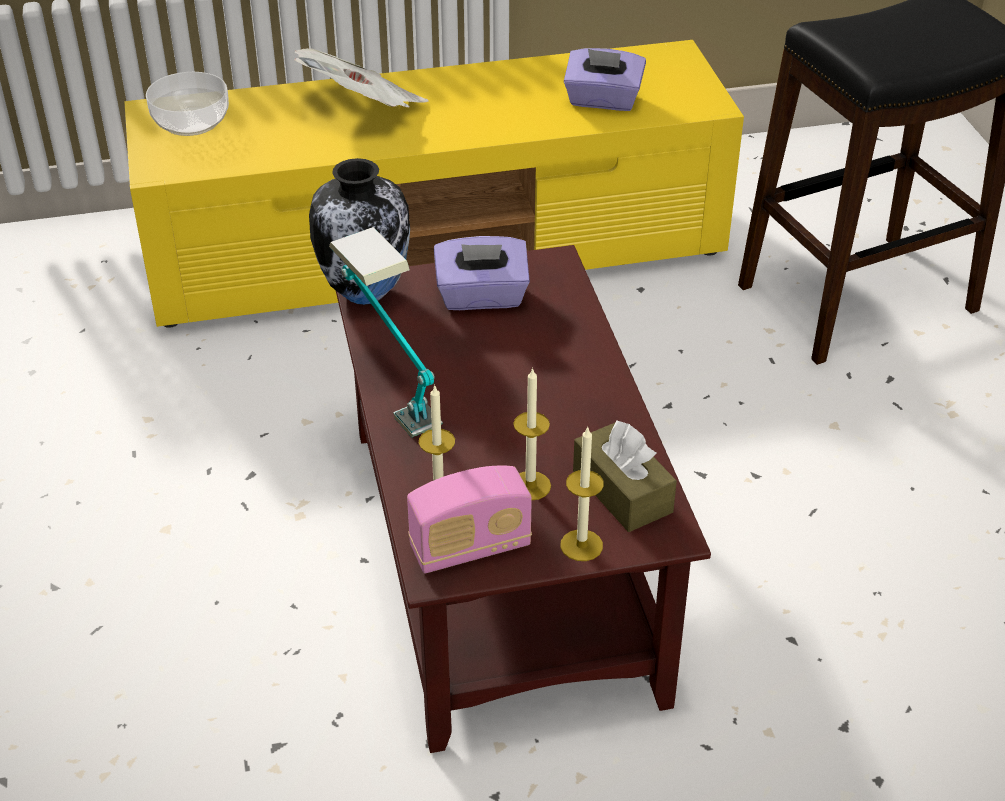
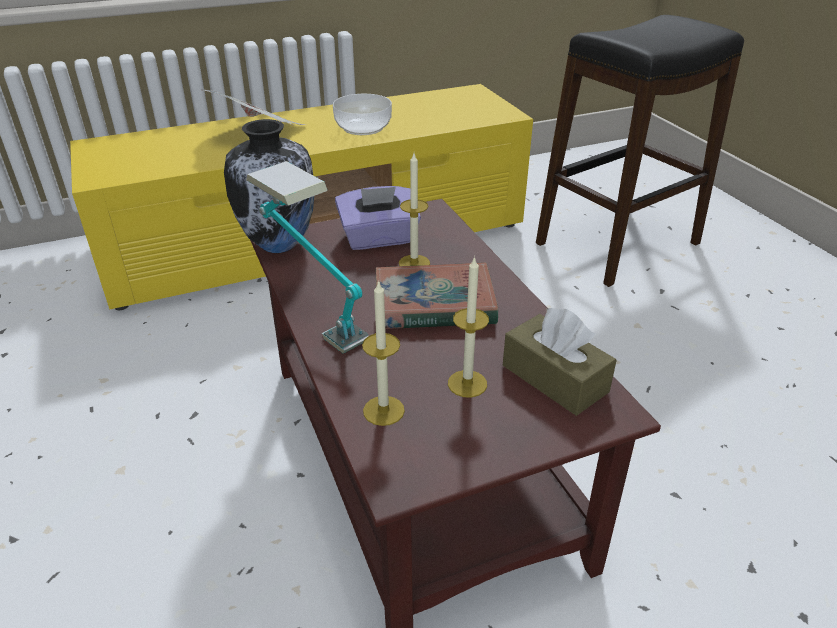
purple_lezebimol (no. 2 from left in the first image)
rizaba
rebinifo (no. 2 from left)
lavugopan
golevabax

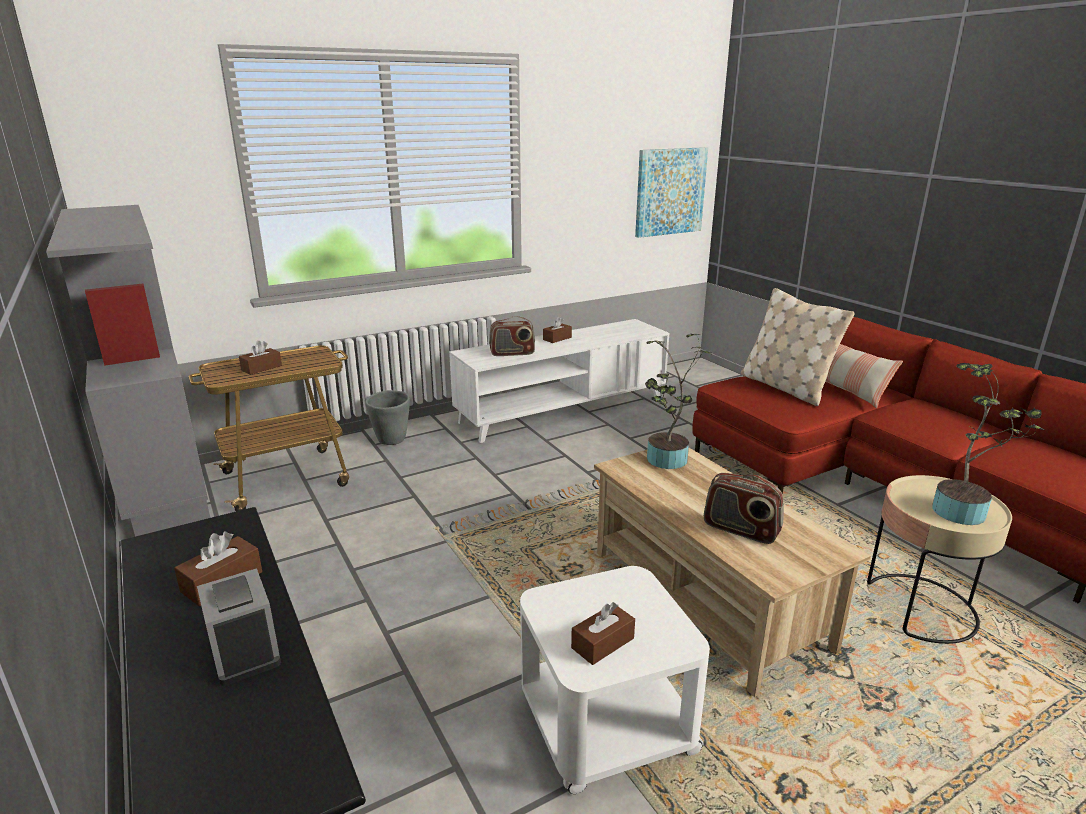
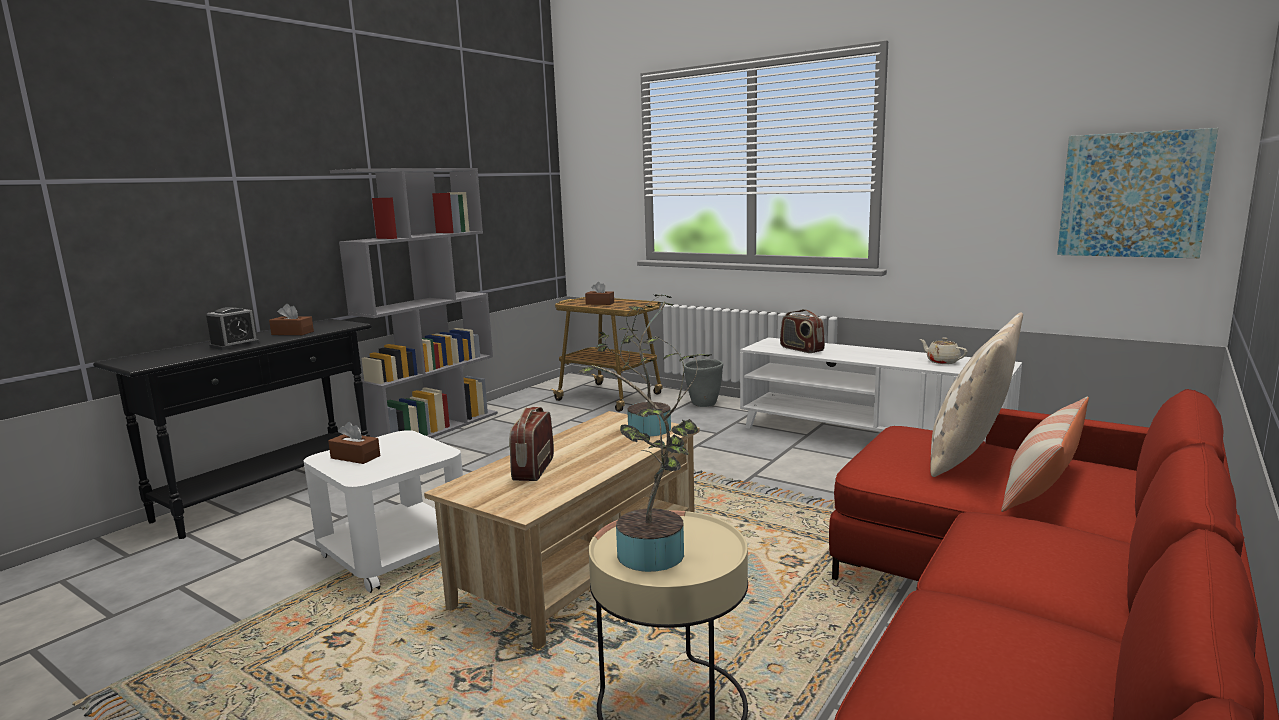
brown_lezebimol (no. 3 from left in the first image)
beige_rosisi

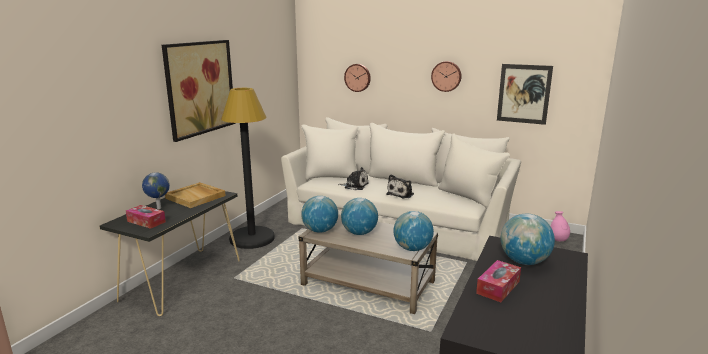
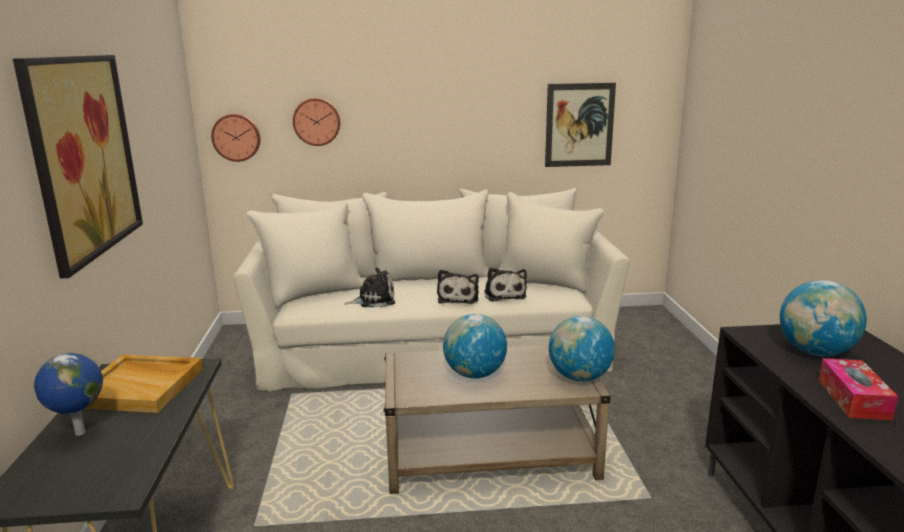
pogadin (no. 1 from left)
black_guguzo
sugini (no. 2 from left in the first image)
lezebimol (no. 1 from left in the first image)
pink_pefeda
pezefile (no. 3 from left)

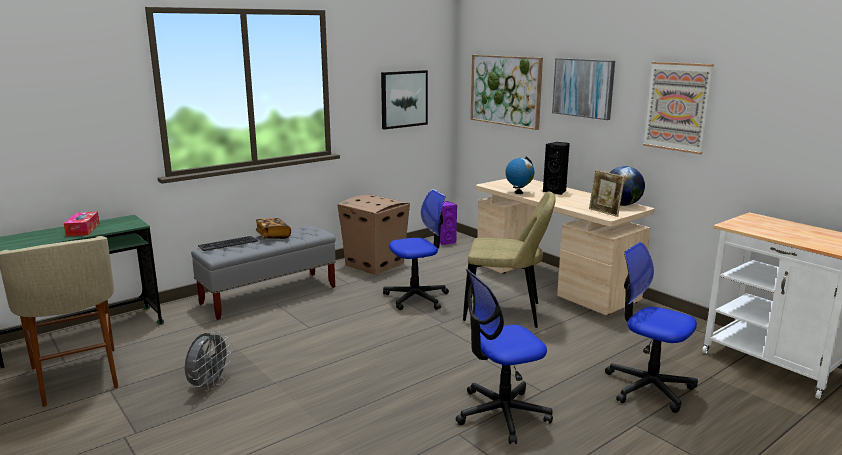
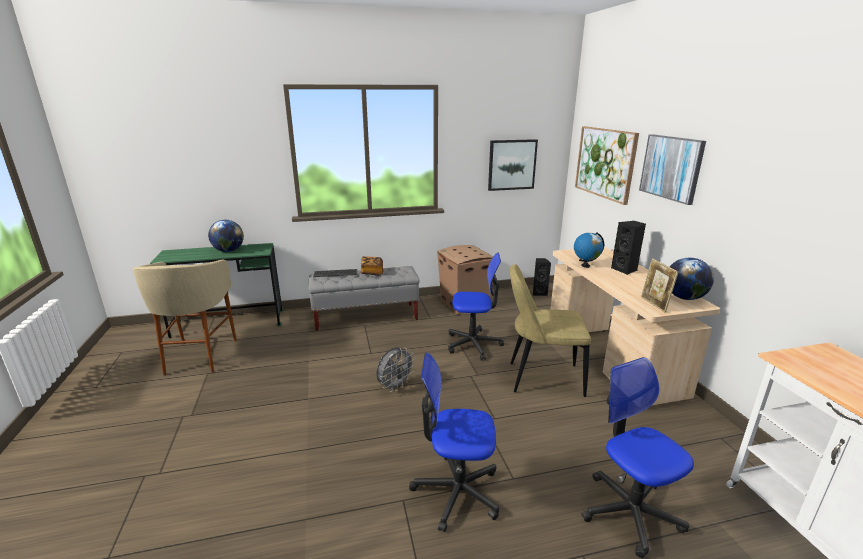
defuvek (no. 4 from left in the first image)
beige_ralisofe
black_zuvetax (no. 1 from left)
sugini (no. 1 from left)
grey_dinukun

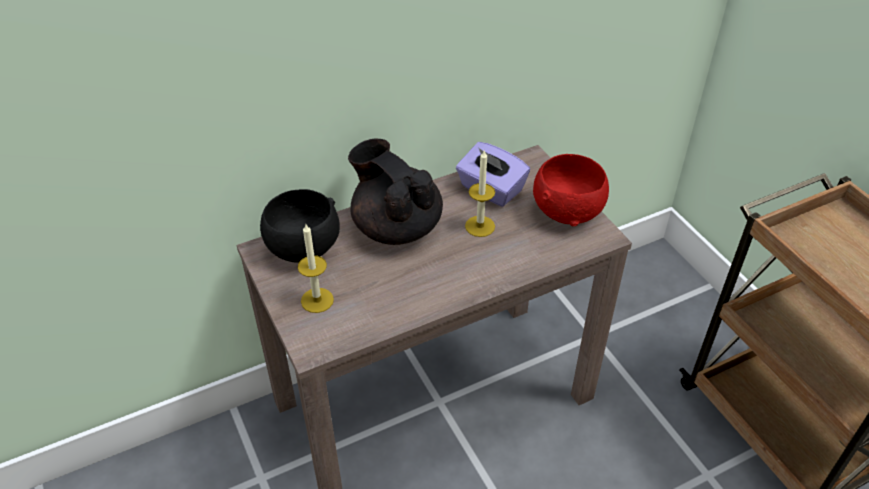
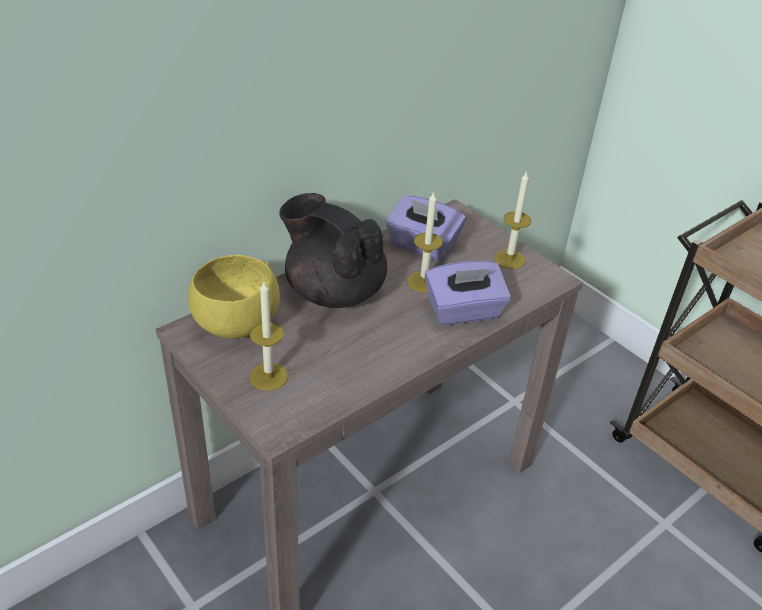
rebinifo (no. 3 from left)
yellow_rizaba
purple_lezebimol (no. 2 from left)

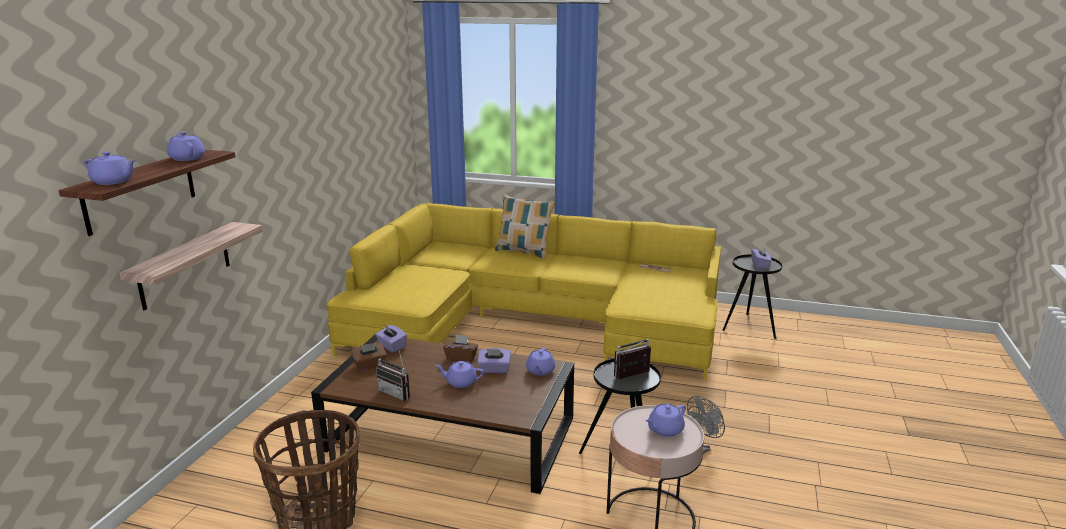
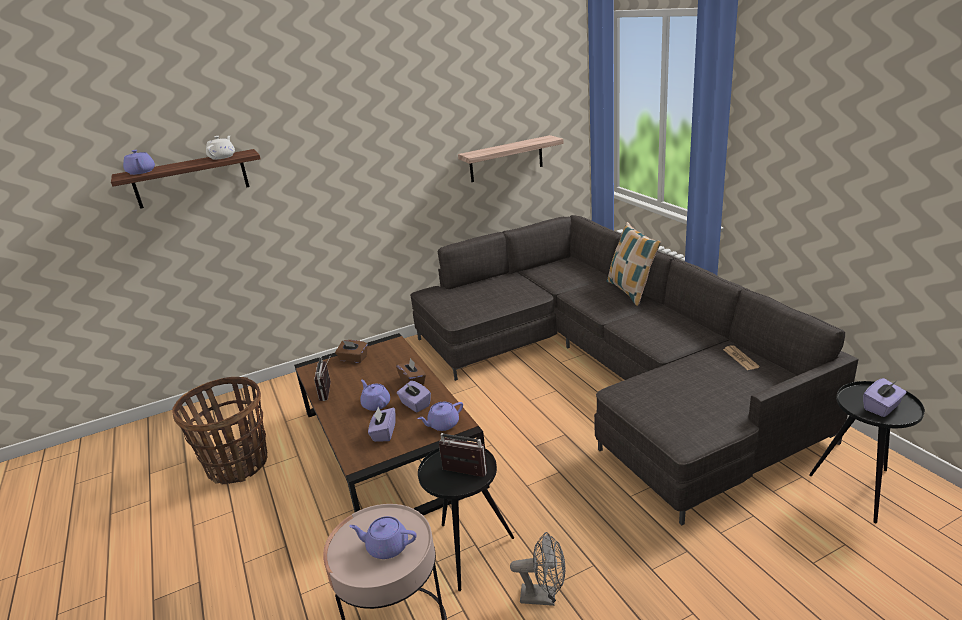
white_rosisi
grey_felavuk
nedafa (no. 2 from left)
purple_lezebimol (no. 1 from left)

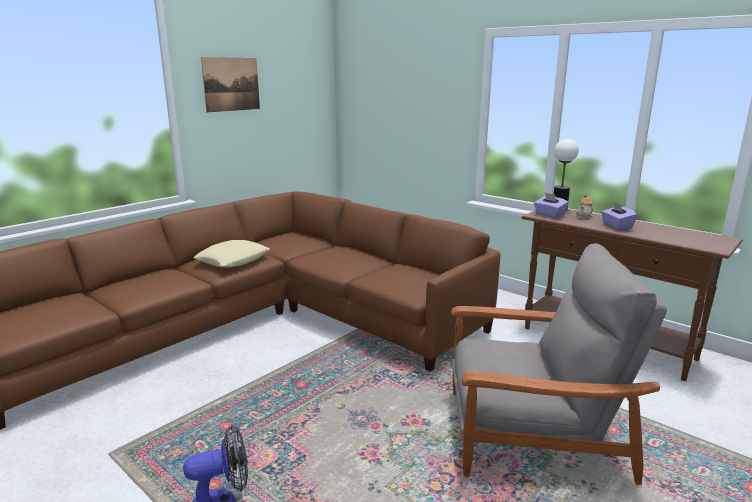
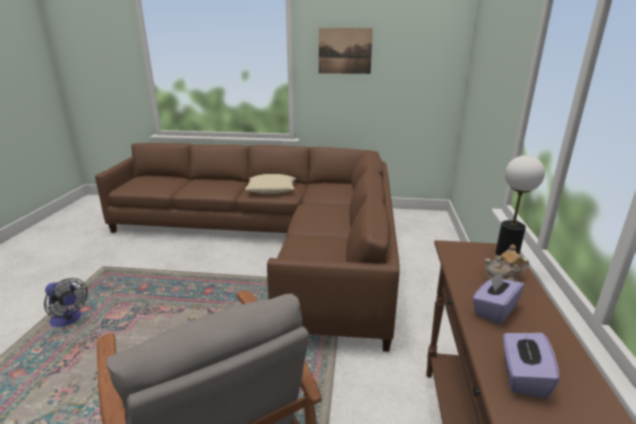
purple_lezebimol (no. 2 from left)

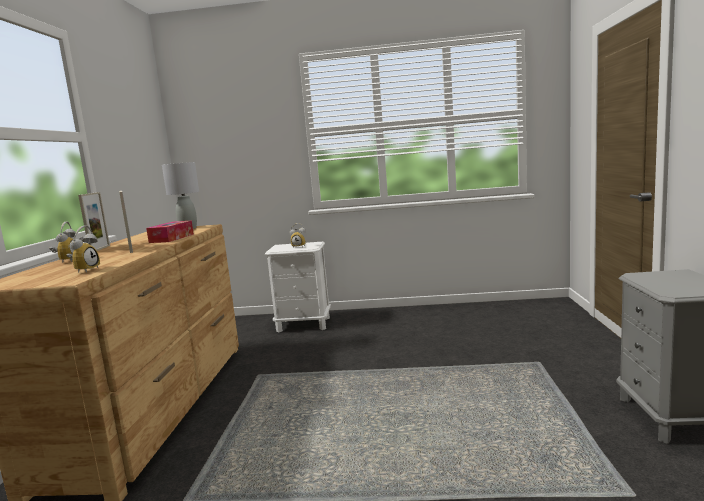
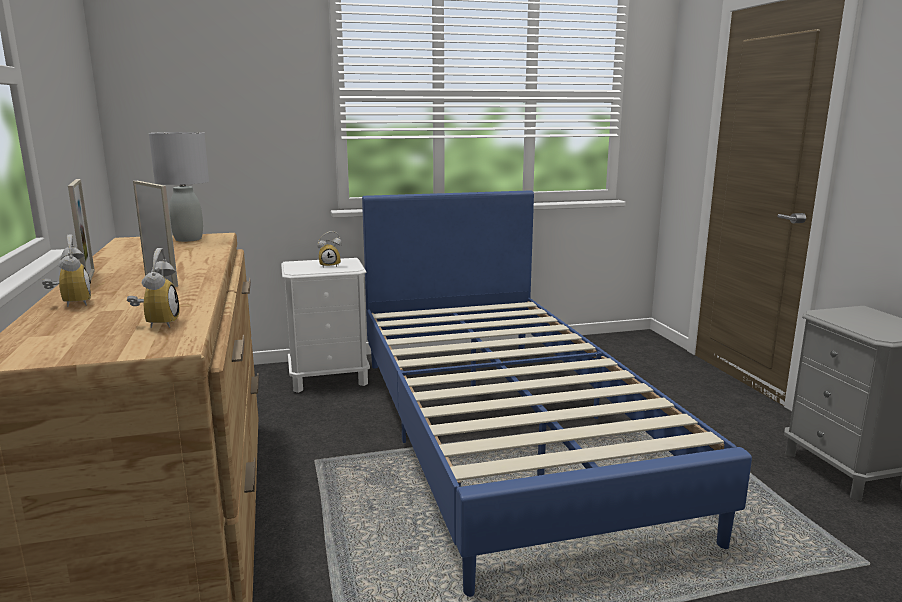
lezebimol
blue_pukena

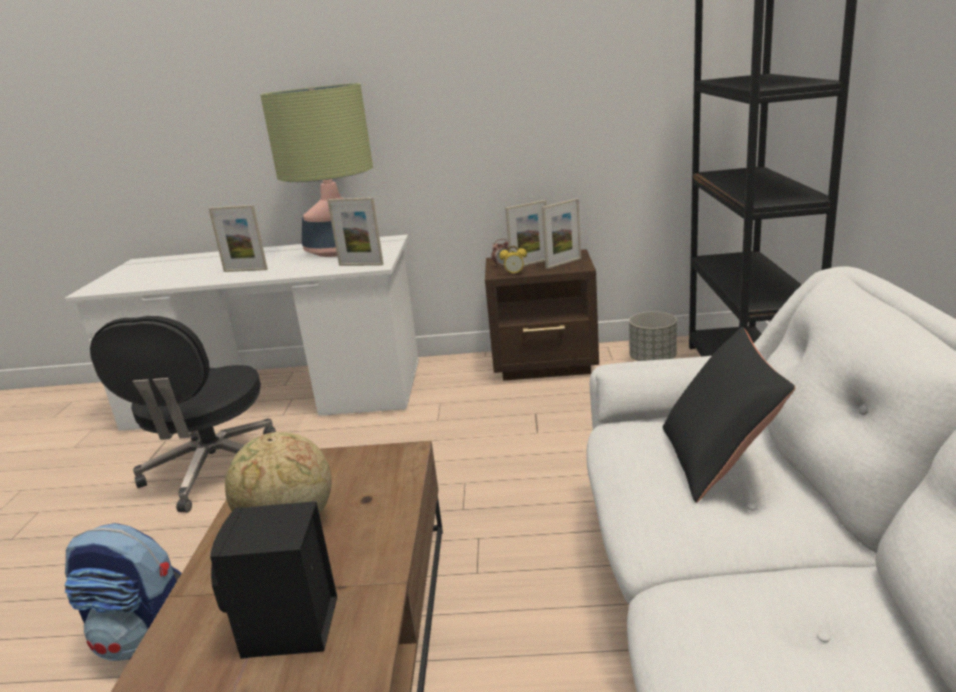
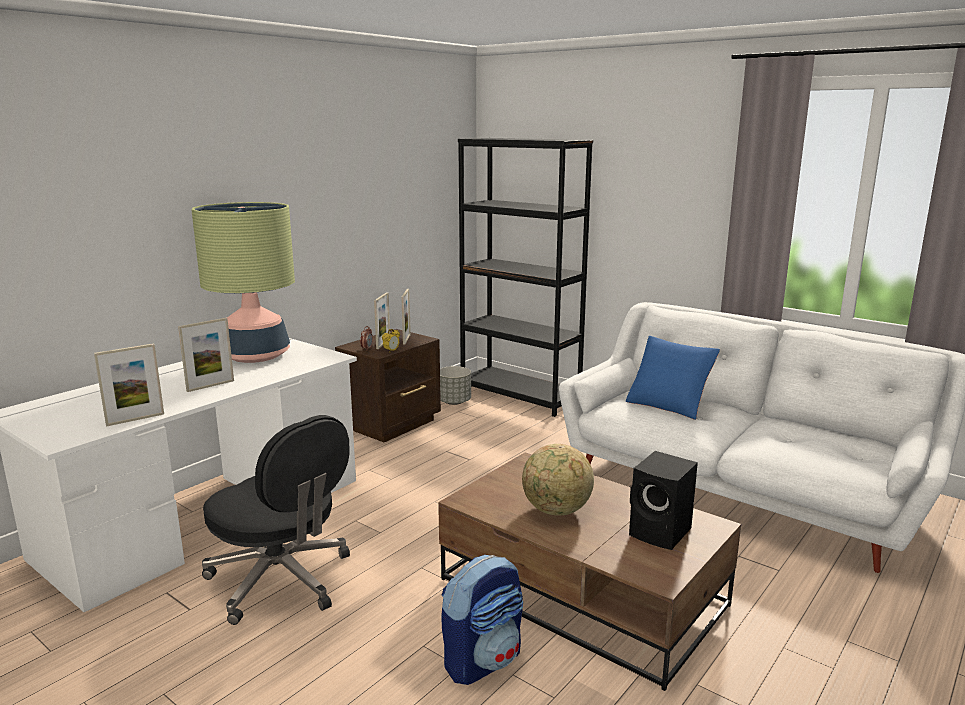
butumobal (no. 1 from left)
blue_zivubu

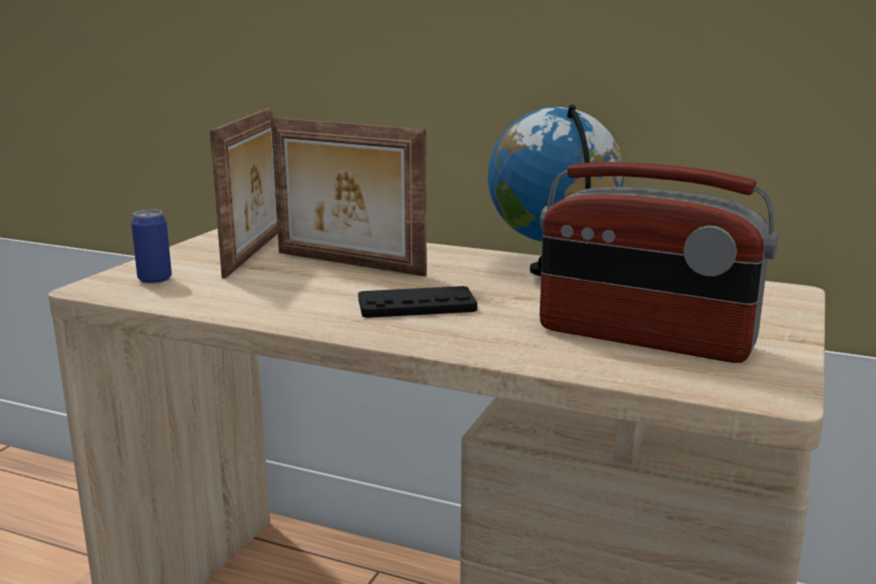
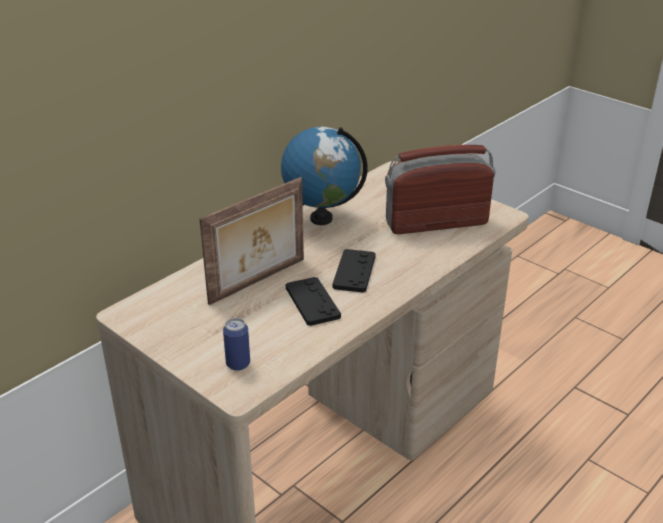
butumobal (no. 1 from left in the first image)
lavugopan
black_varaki (no. 1 from left)

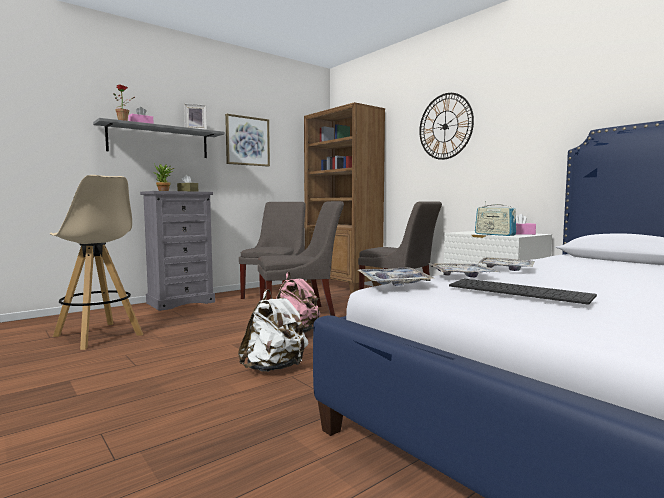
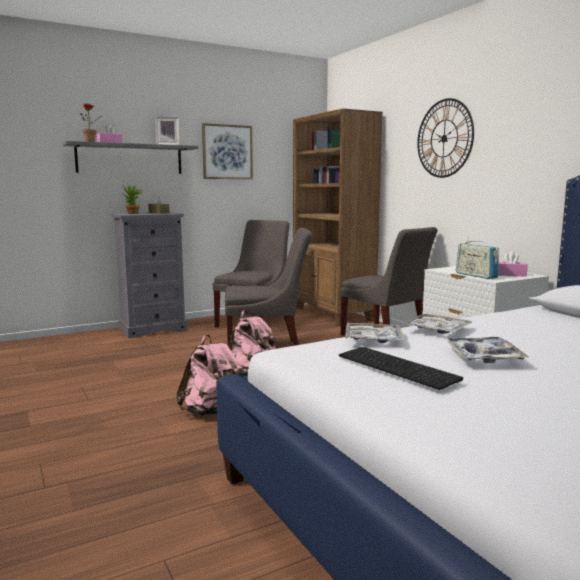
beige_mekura
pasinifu (no. 3 from left)
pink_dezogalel (no. 1 from left)

